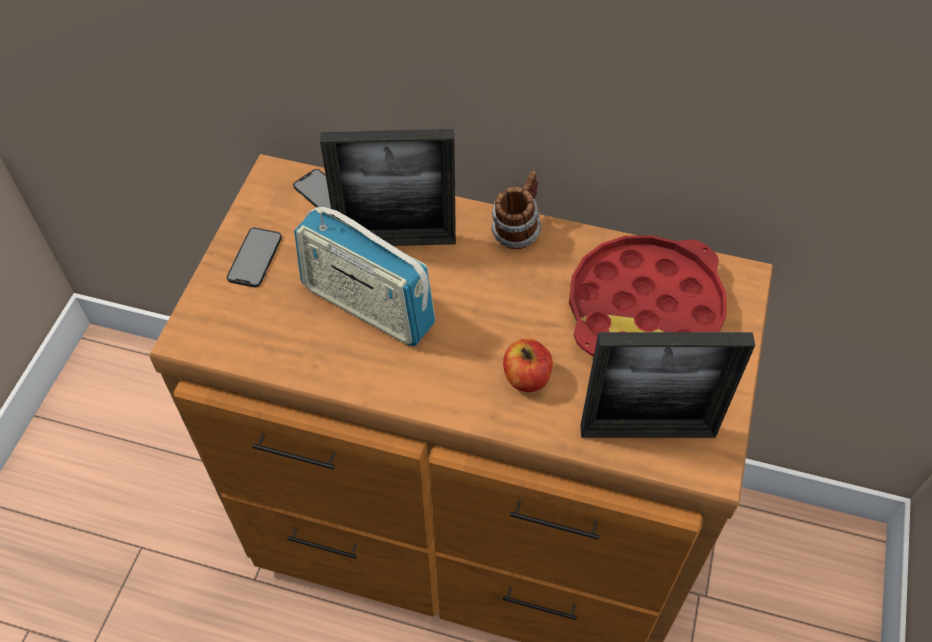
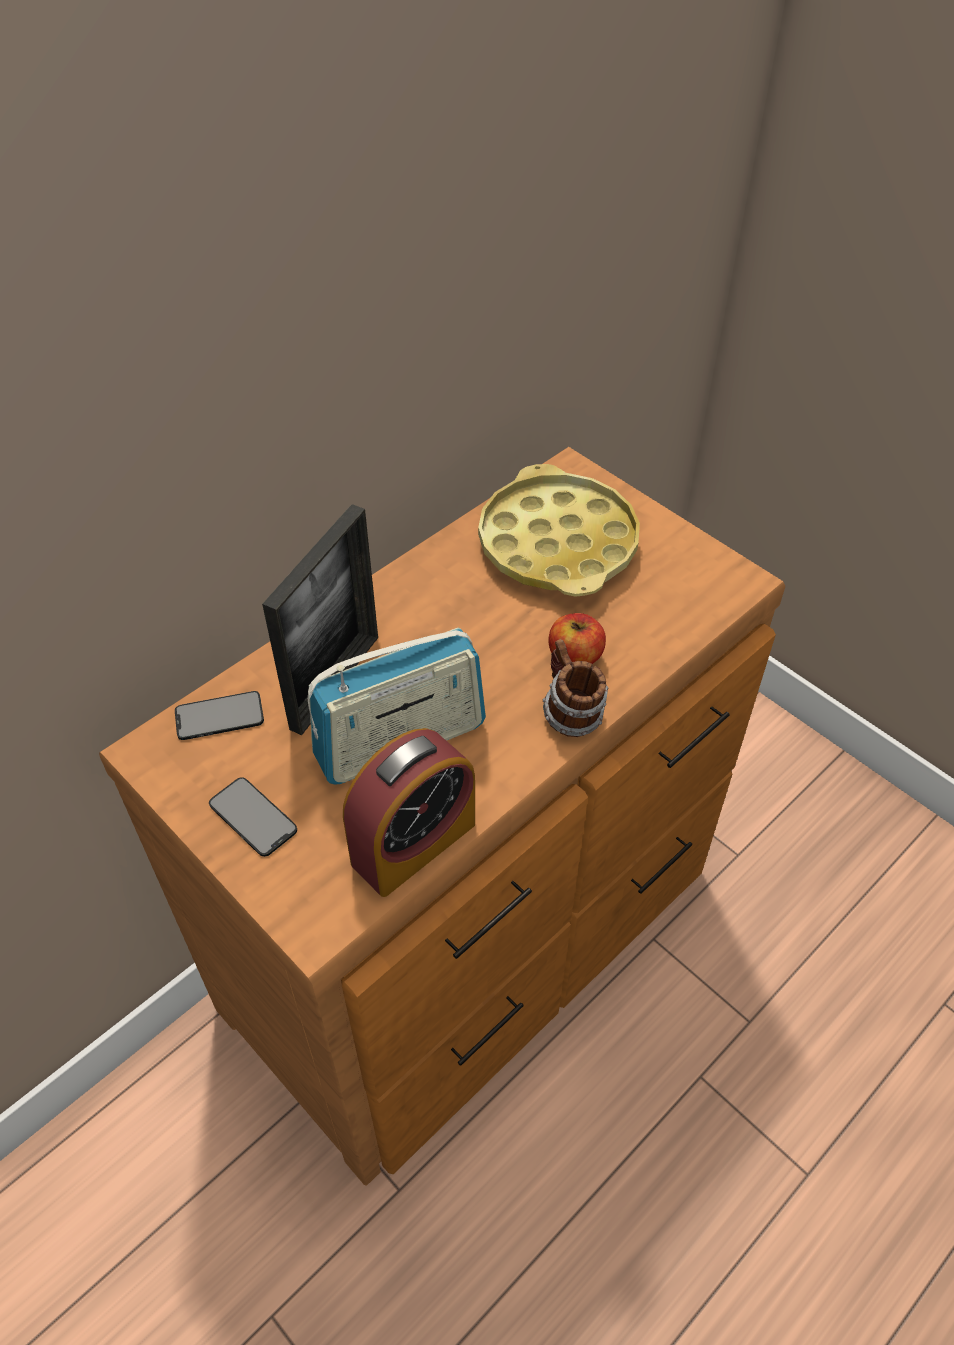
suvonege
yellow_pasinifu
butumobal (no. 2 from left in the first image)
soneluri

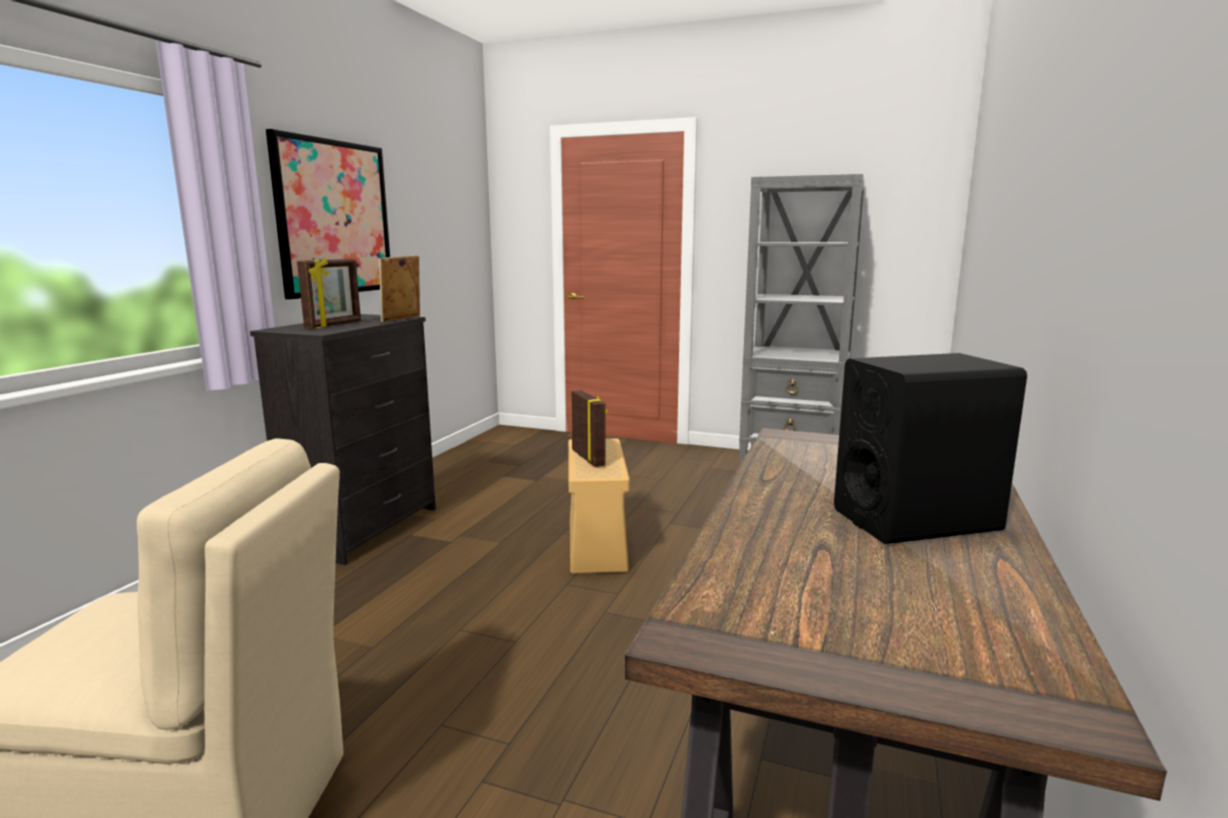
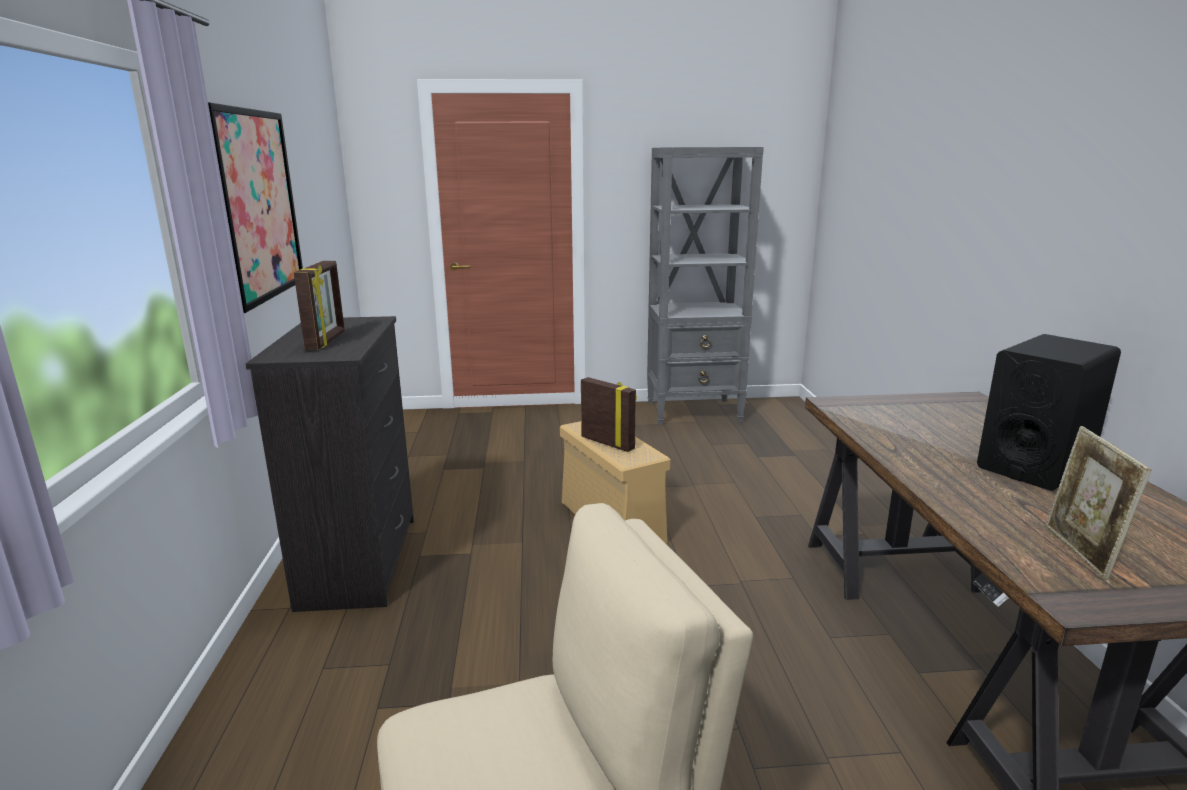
butumobal (no. 3 from left)

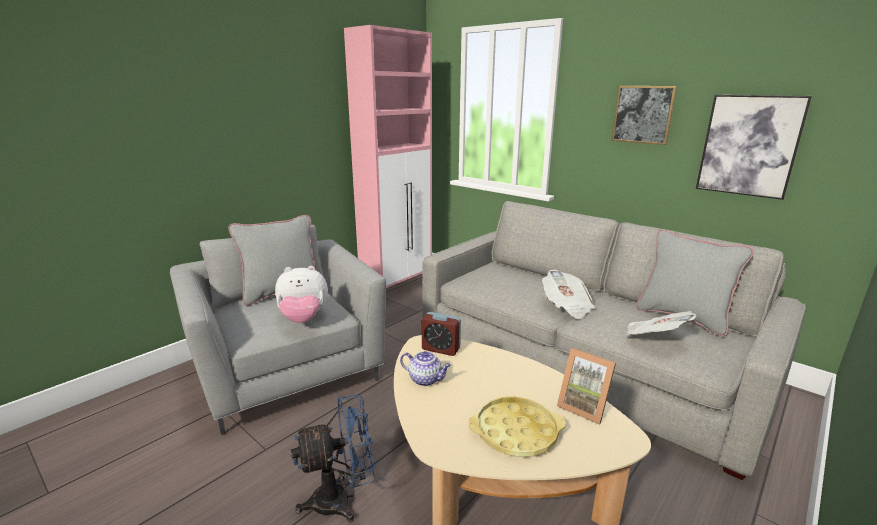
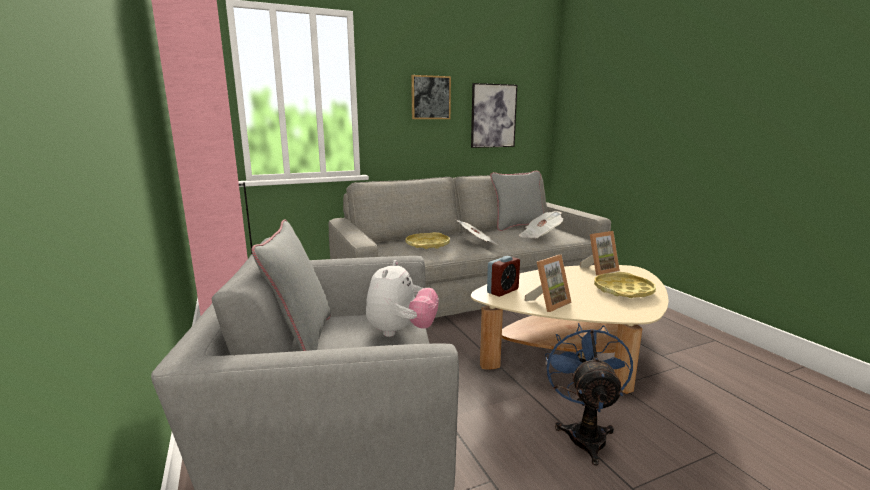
butumobal (no. 1 from left)
yellow_pasinifu (no. 1 from left)

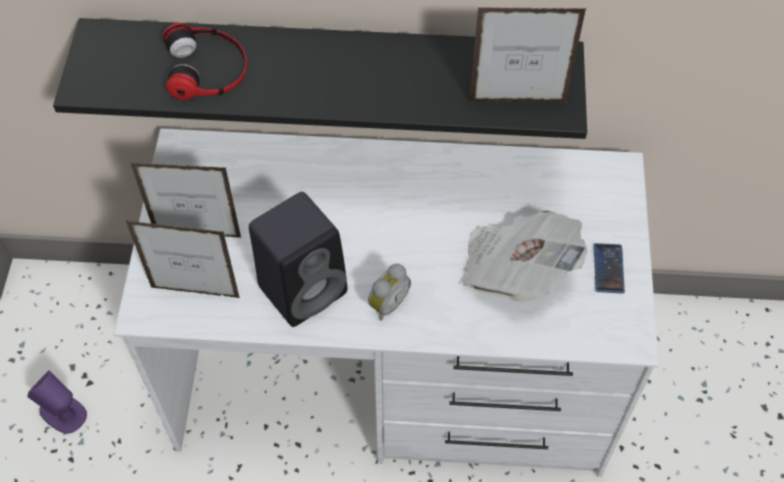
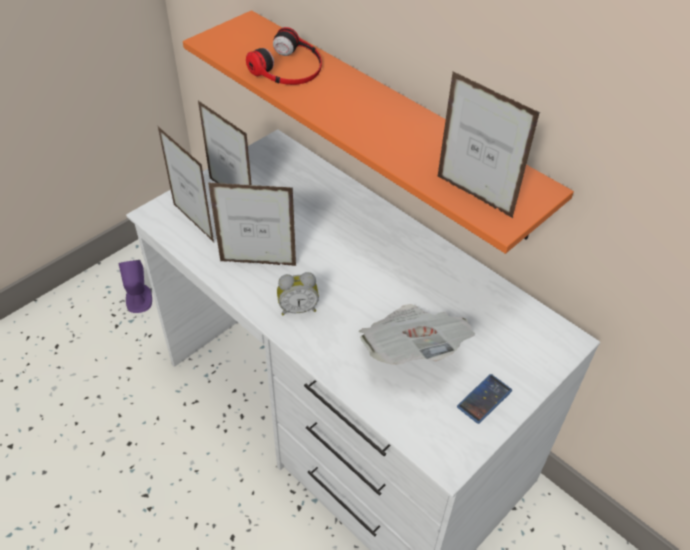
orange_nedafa
butumobal (no. 3 from left)

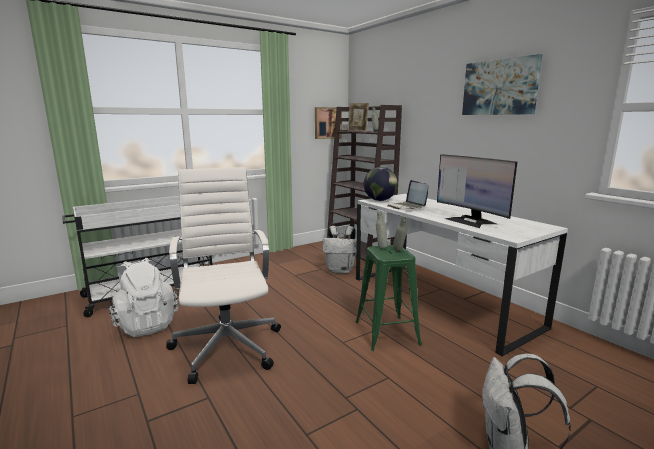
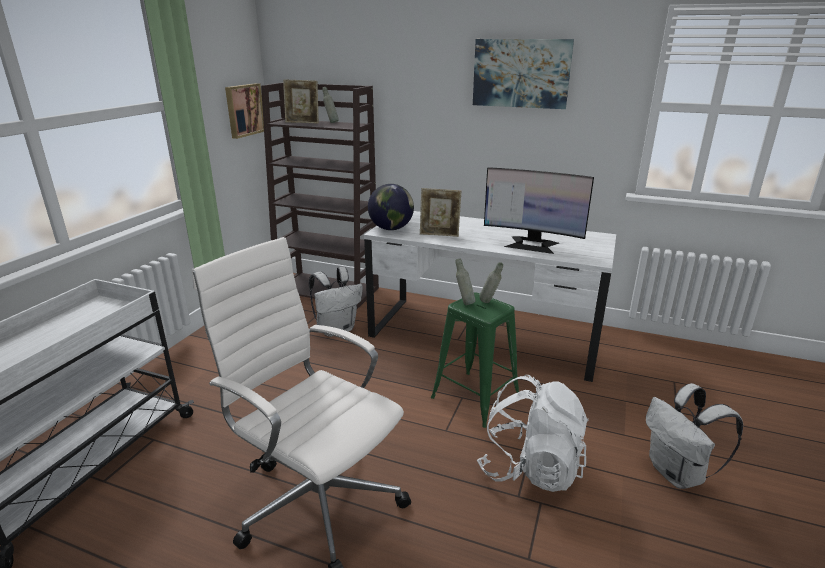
butumobal (no. 2 from left)
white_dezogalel (no. 2 from left)

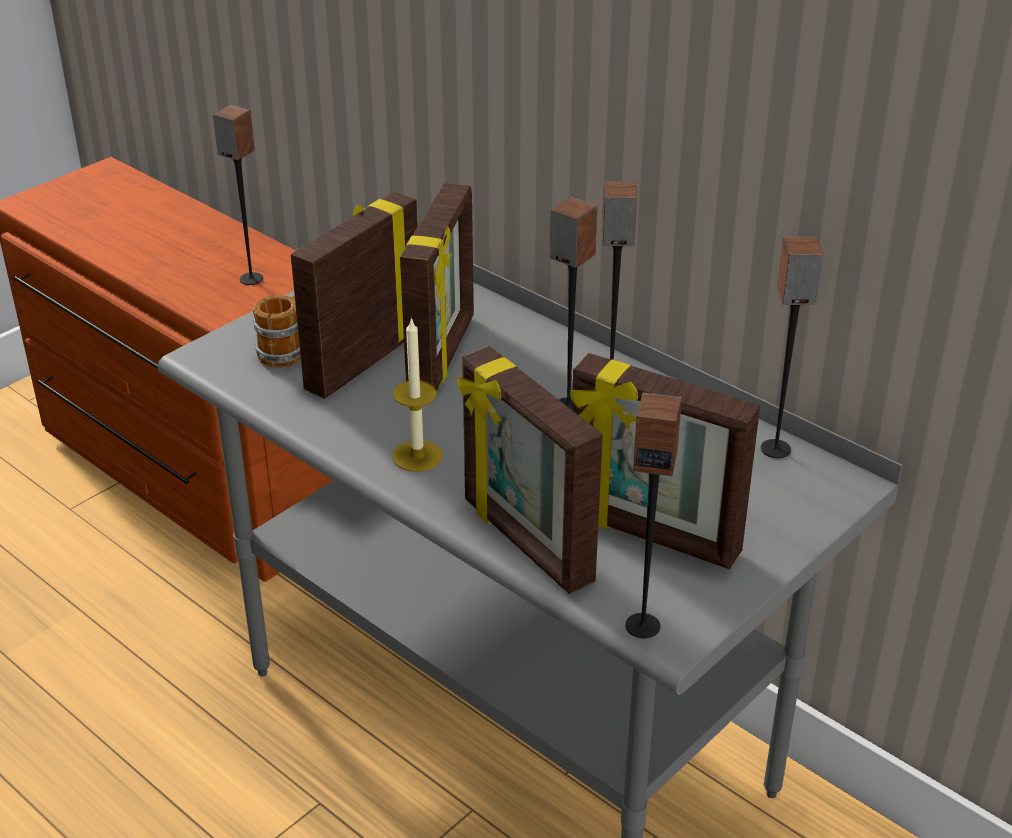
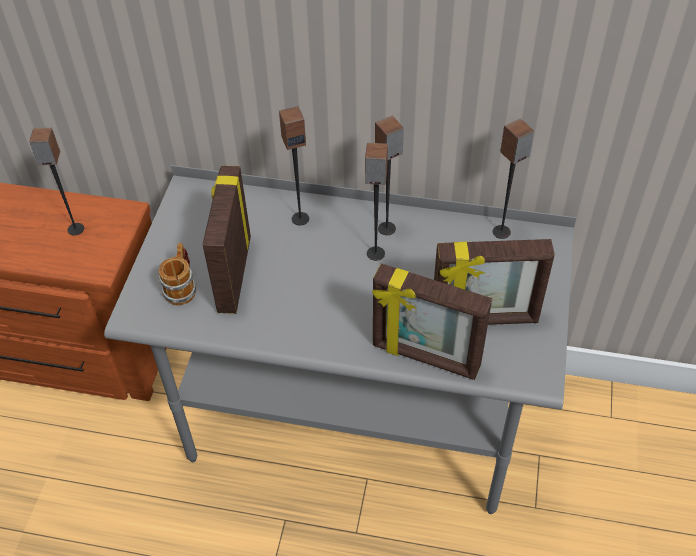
butumobal (no. 2 from left in the first image)
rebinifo
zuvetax (no. 2 from left)

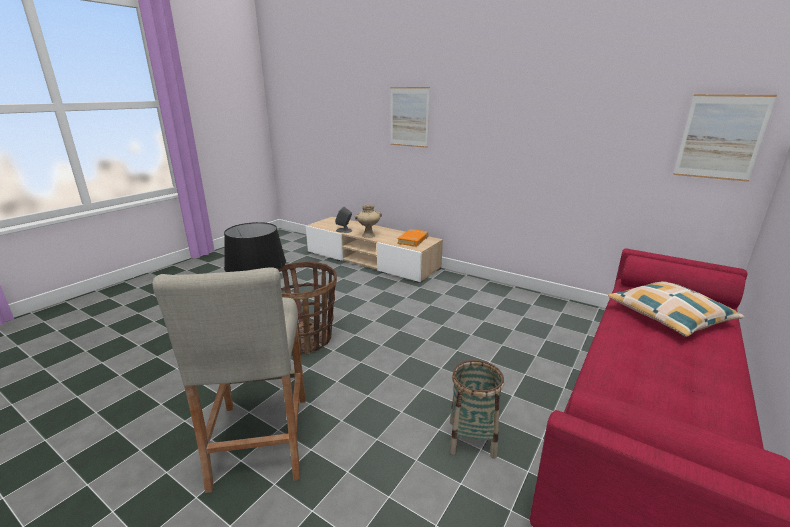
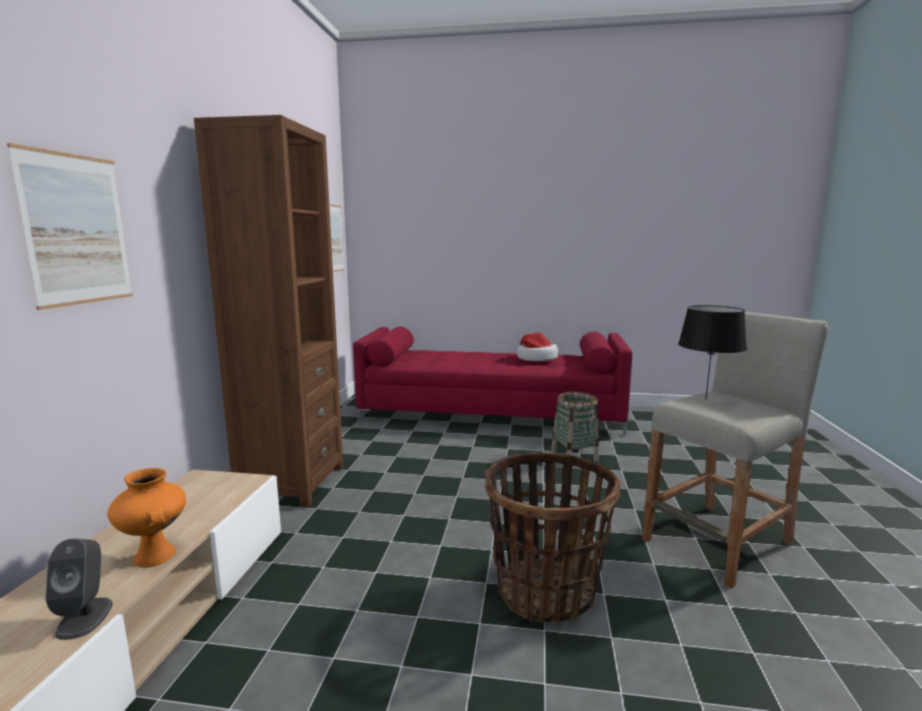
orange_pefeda
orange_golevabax
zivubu
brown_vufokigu
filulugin

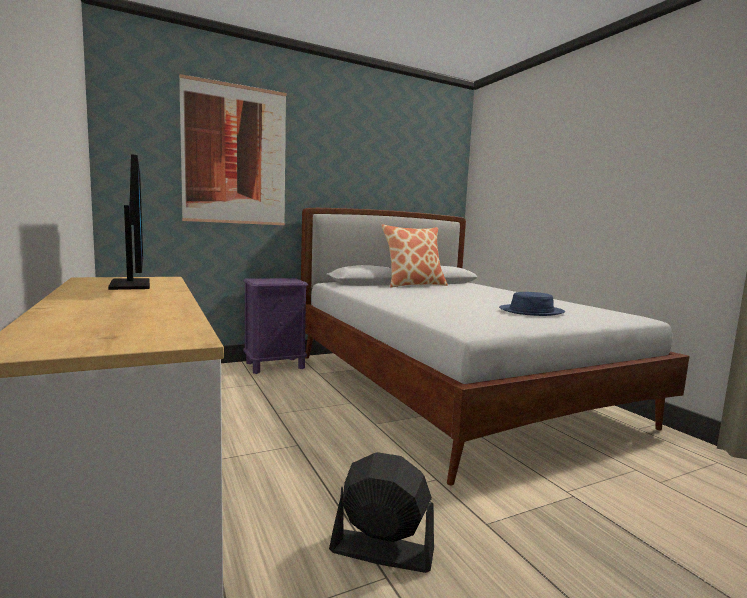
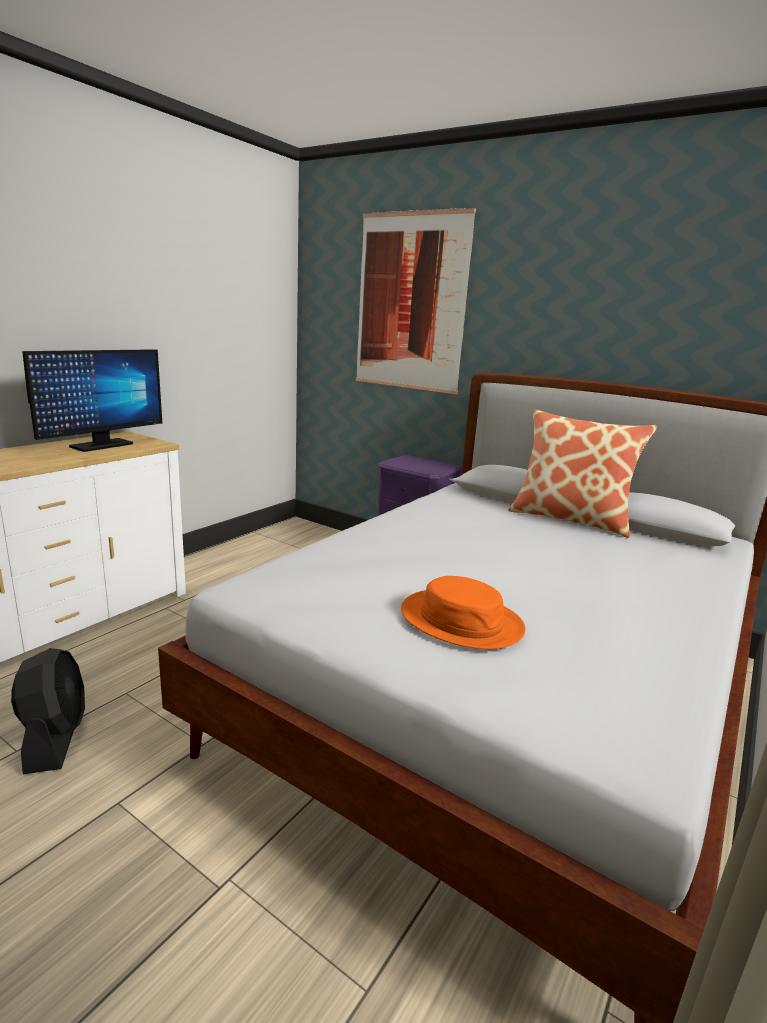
orange_filulugin

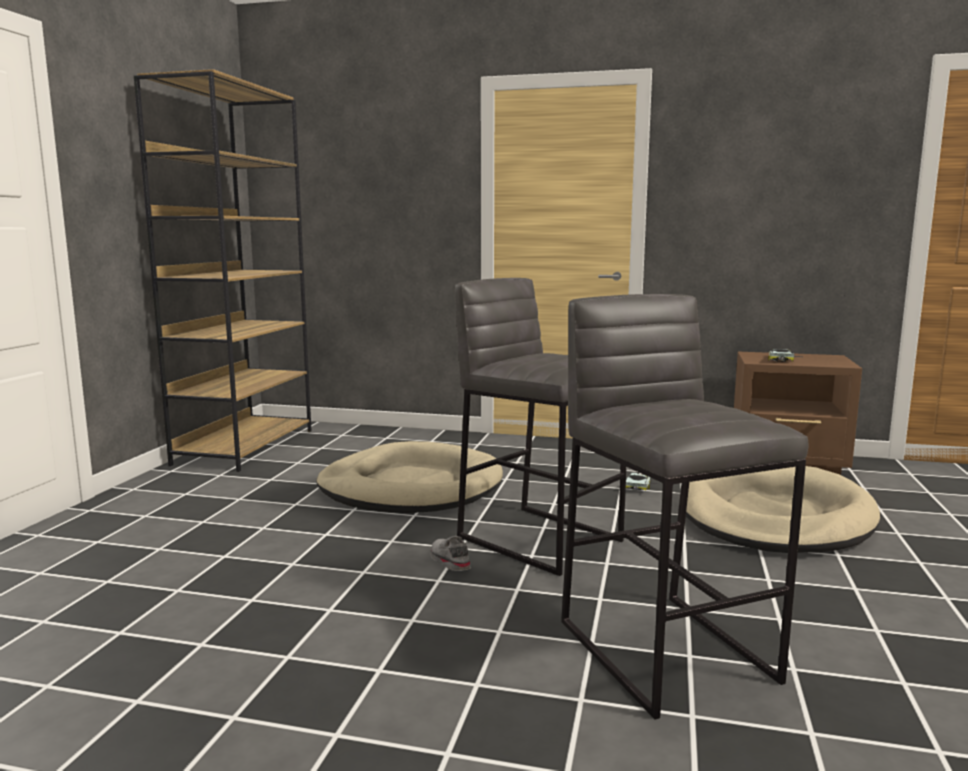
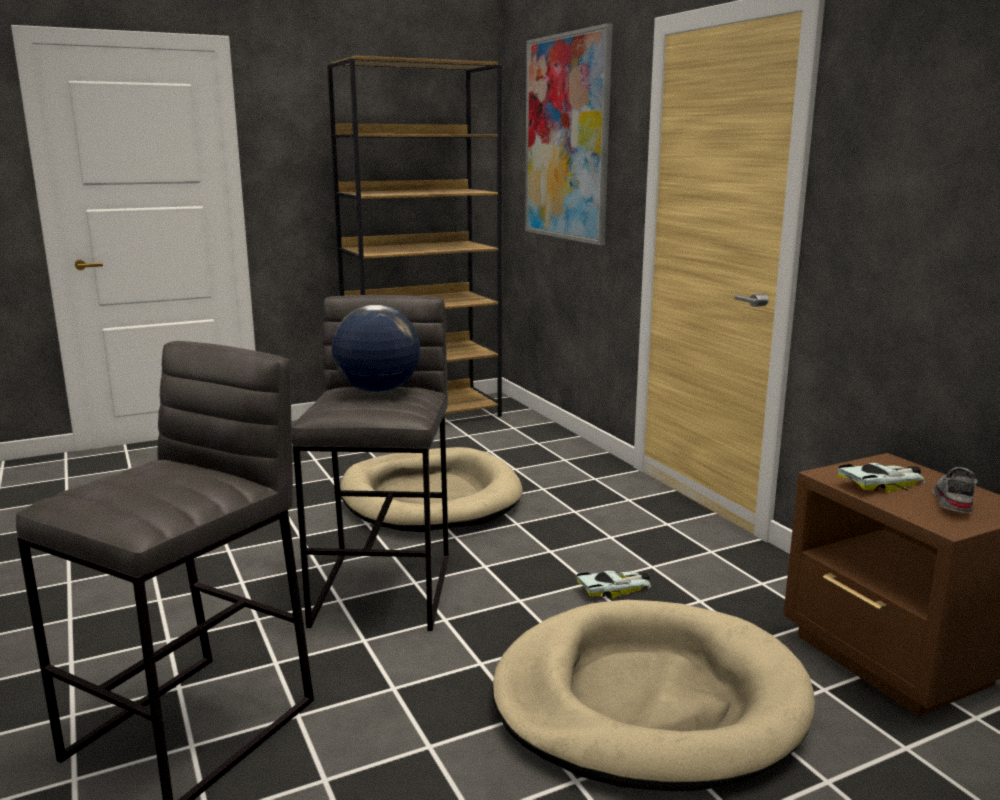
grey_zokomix
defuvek
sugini

